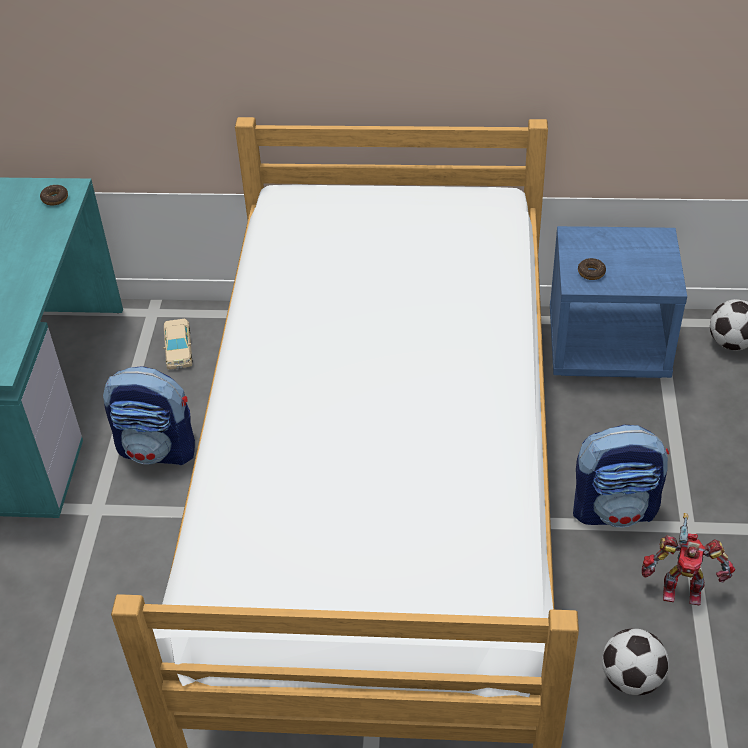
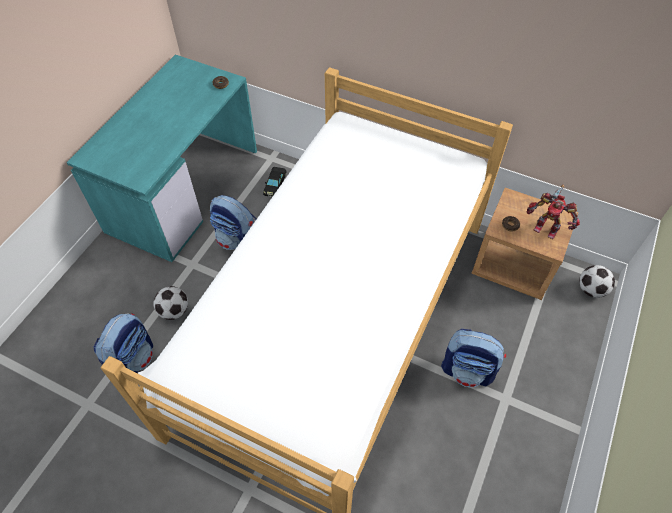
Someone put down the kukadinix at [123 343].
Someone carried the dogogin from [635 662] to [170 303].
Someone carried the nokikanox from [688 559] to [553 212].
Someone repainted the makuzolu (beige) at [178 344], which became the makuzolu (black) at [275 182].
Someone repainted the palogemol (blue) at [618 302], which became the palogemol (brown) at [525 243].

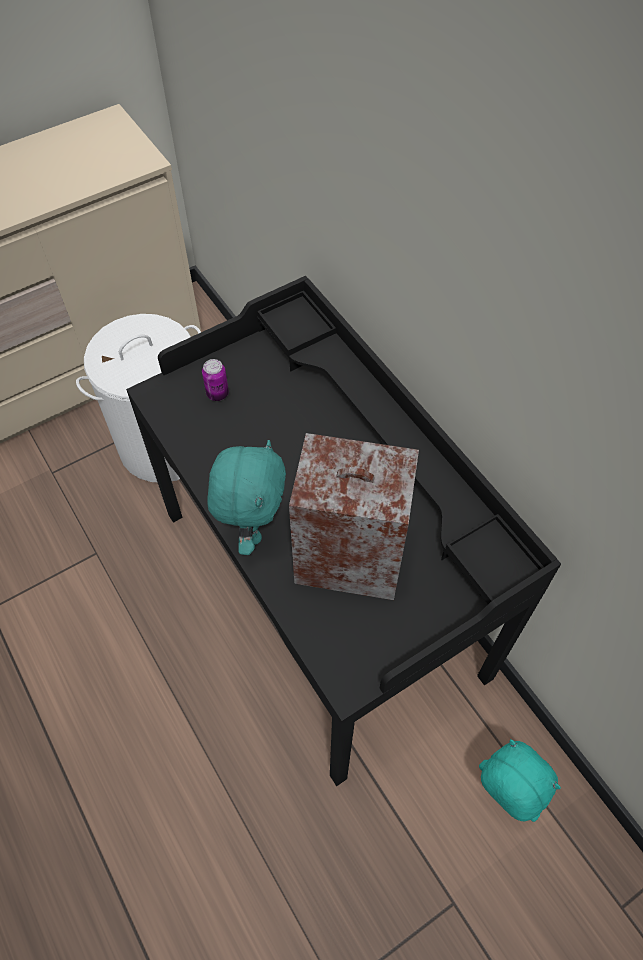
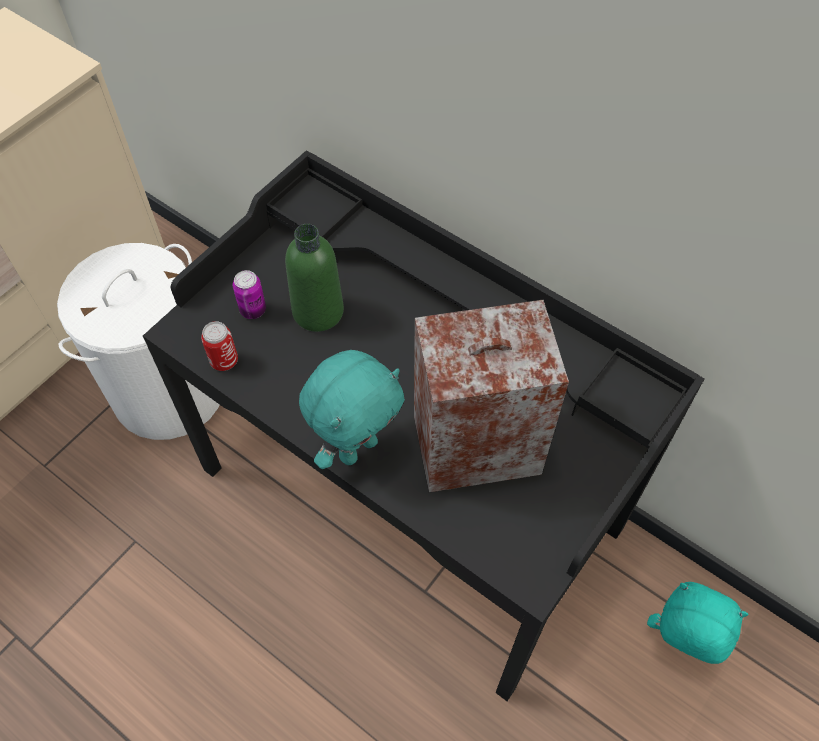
Someone put down the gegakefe at [219 346].
Someone put down the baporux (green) at [314 278].
Someone rotated the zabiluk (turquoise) at [246 497] by 60 degrees clockwise.

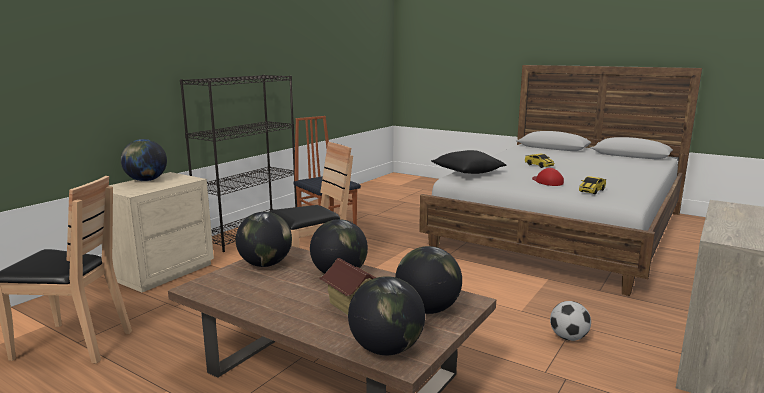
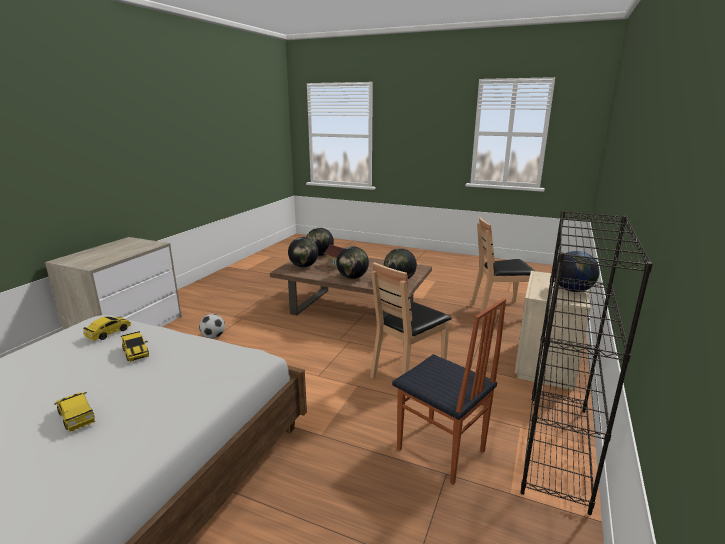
Someone took away the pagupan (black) at [468 162].
Someone swapped the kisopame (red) at [548 177] for the makuzolu at [135 346].

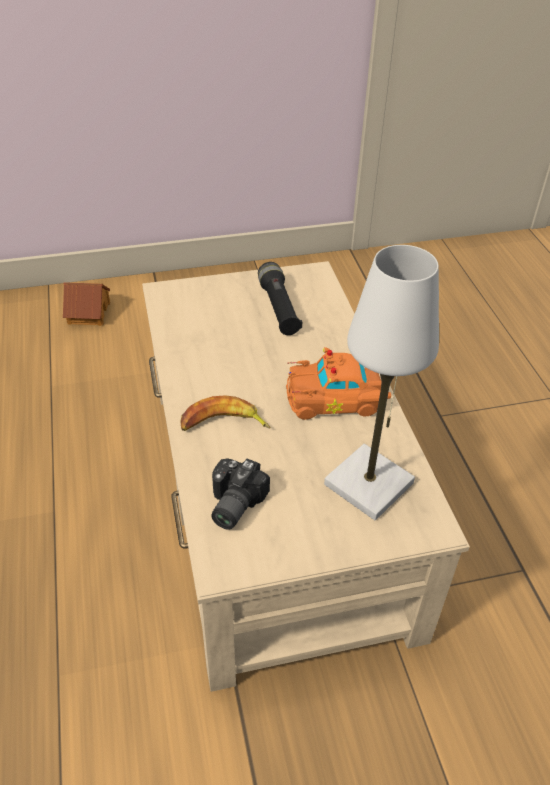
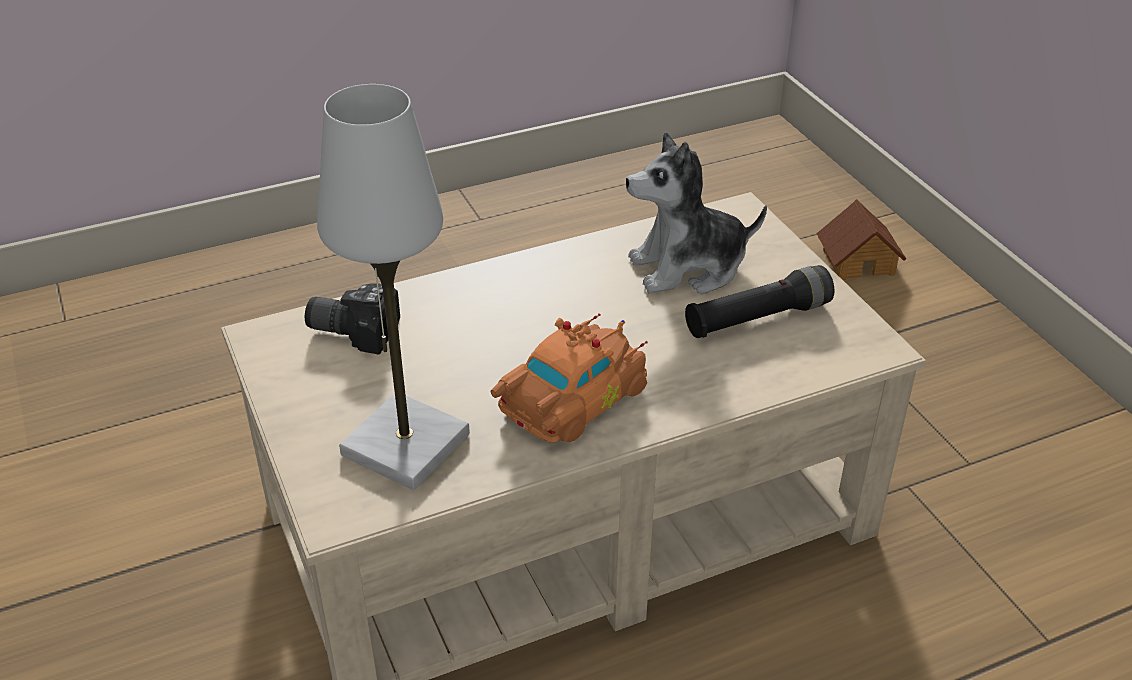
Someone took away the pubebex at [225 413].
Someone put down the zabiluk at [696 213].
Someone rotated the makuzolu (orange) at [338 383] by 60 degrees clockwise.

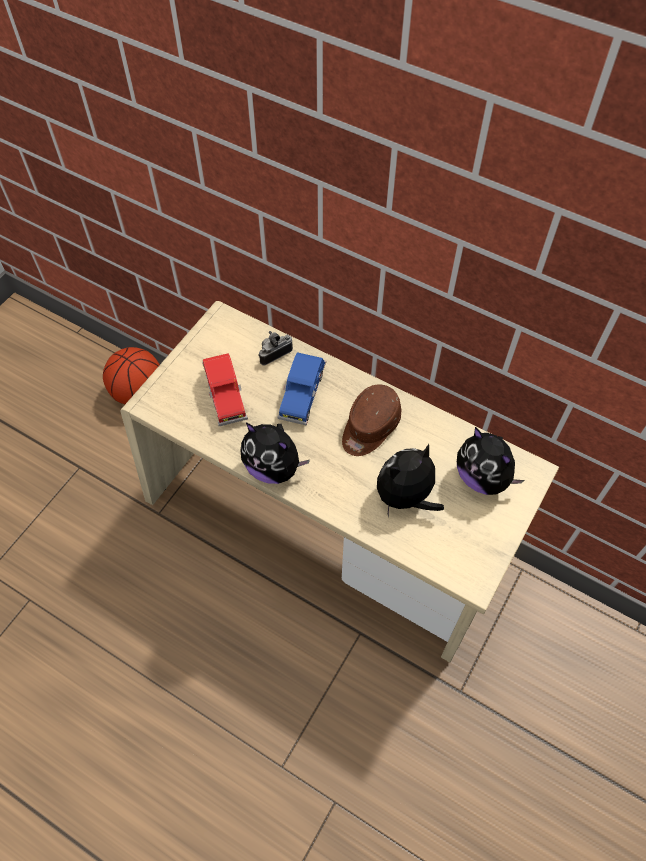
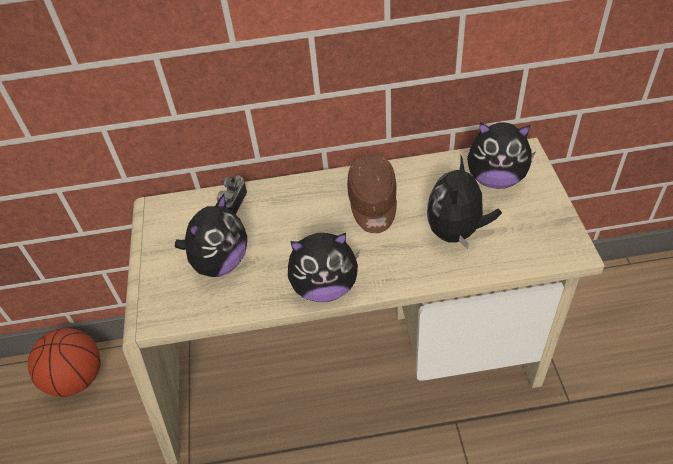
Someone took away the makuzolu (blue) at [302 389].
Someone swapped the makuzolu (red) at [225 389] for the zabiluk at [211 235].

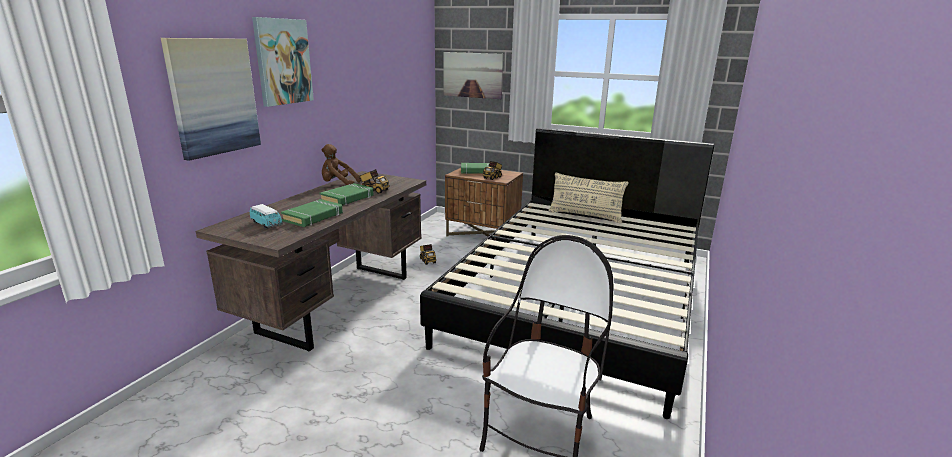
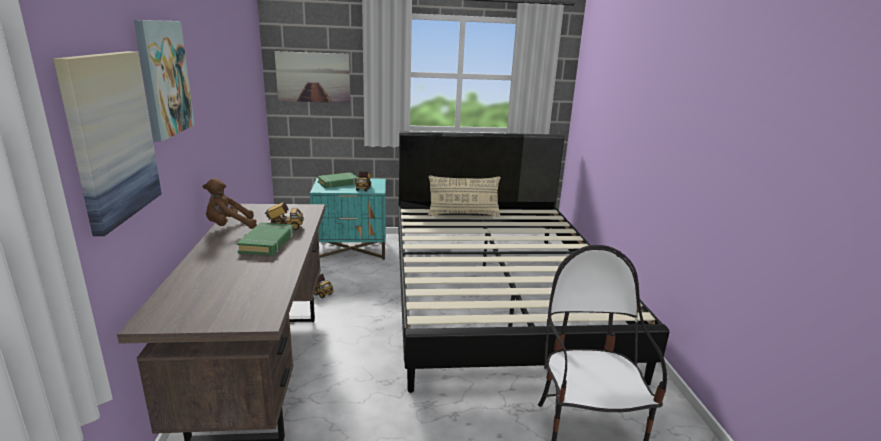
Someone took away the makuzolu at [266 216].
Someone took away the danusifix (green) at [312 213].
Someone repainted the palogemol (brown) at [484 202], which became the palogemol (turquoise) at [348 219].

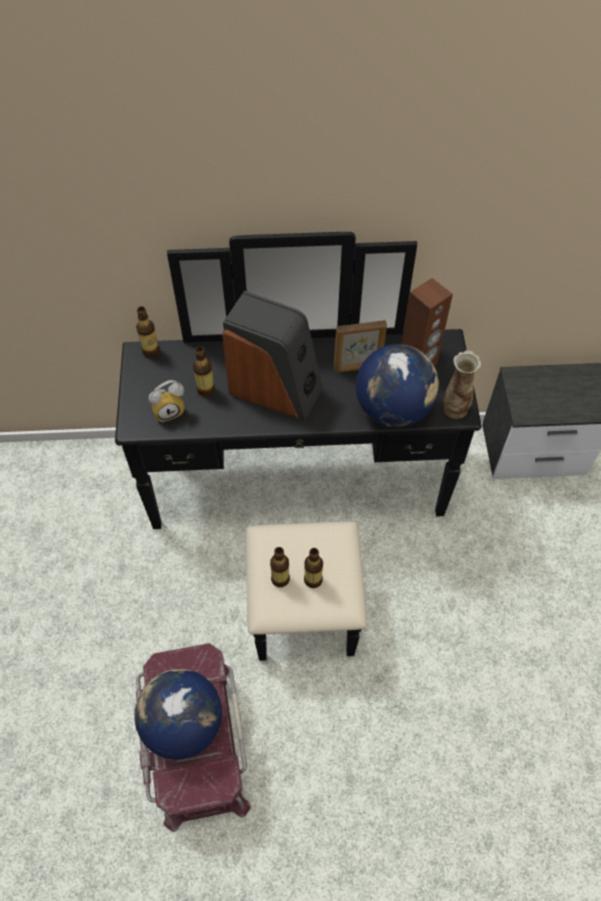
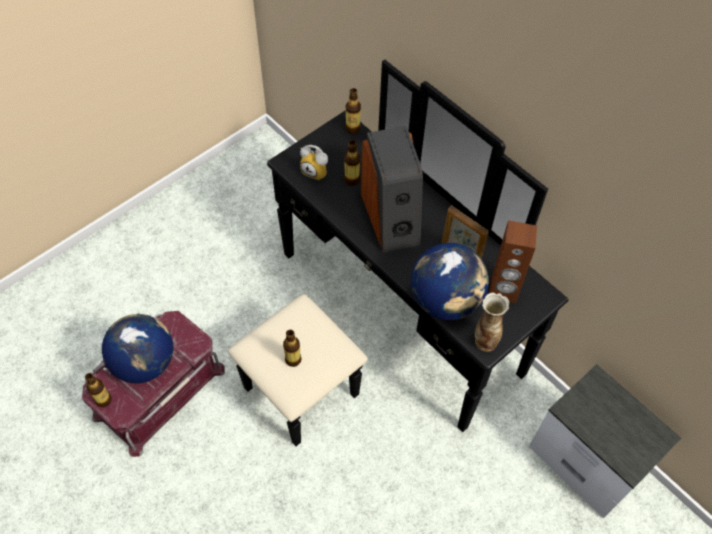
Someone carried the baporux from [280 567] to [98 390].

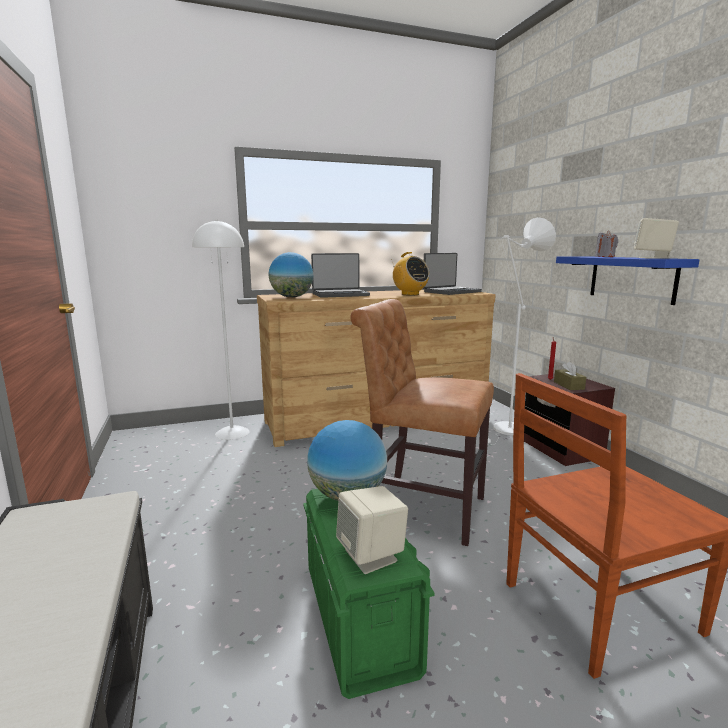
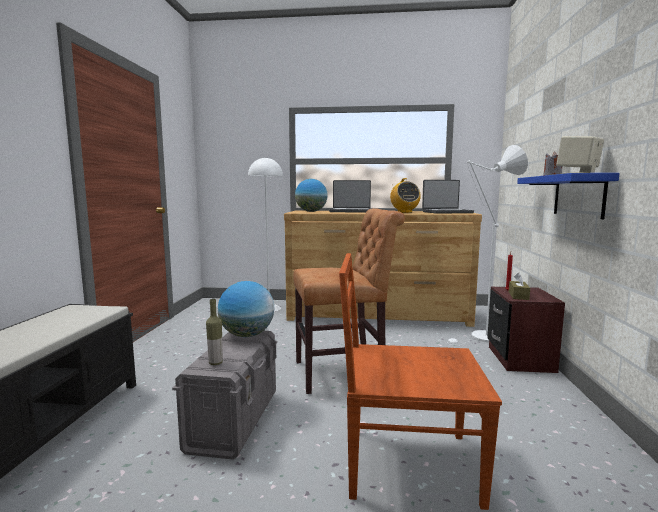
Someone swapped the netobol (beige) at [372 530] for the baporux at [214 332].
Someone repainted the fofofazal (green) at [369 594], which became the fofofazal (grey) at [224 395].
Someone rotated the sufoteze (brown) at [422 422] by 120 degrees clockwise.

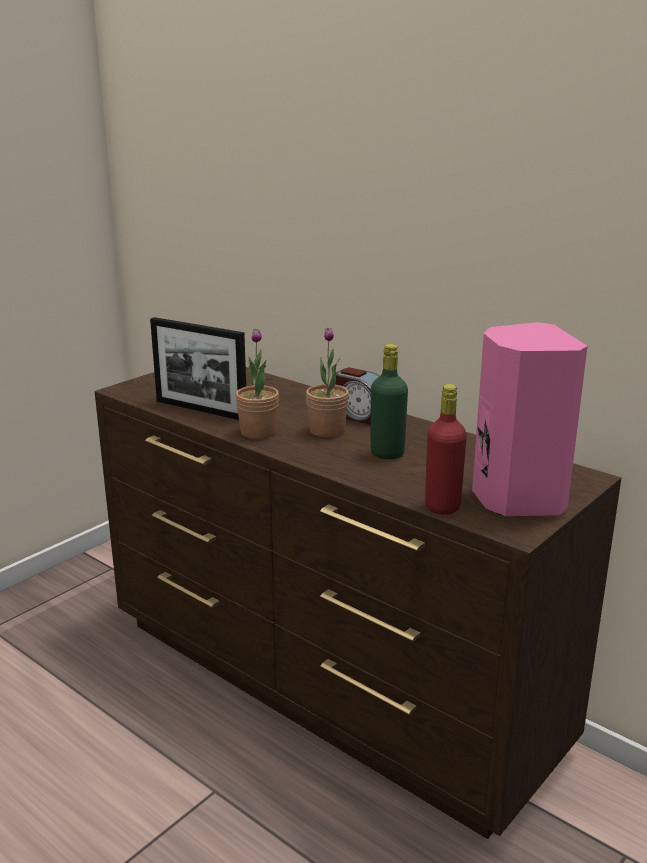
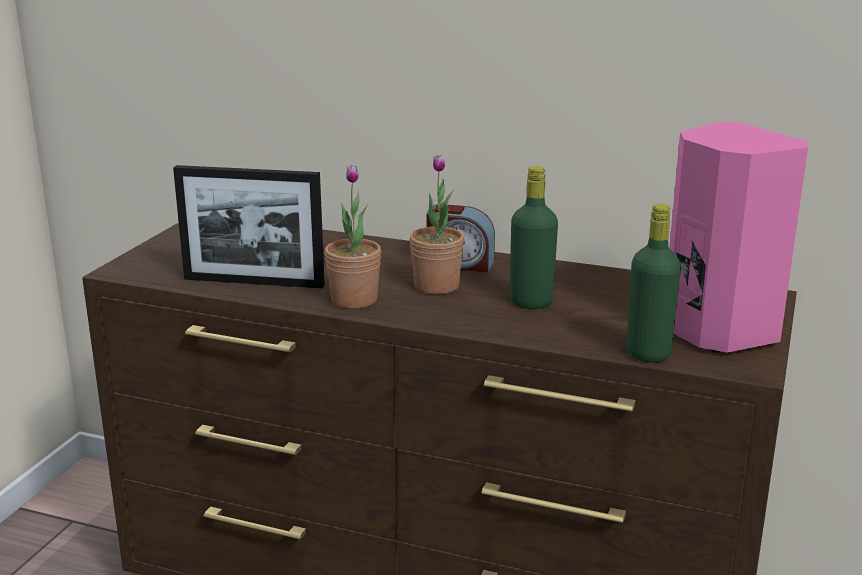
Someone repainted the baporux (red) at [446 449], which became the baporux (green) at [653 283].

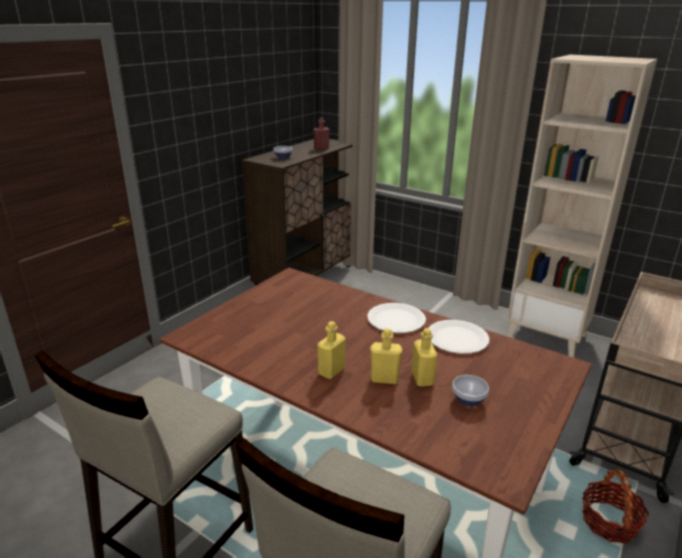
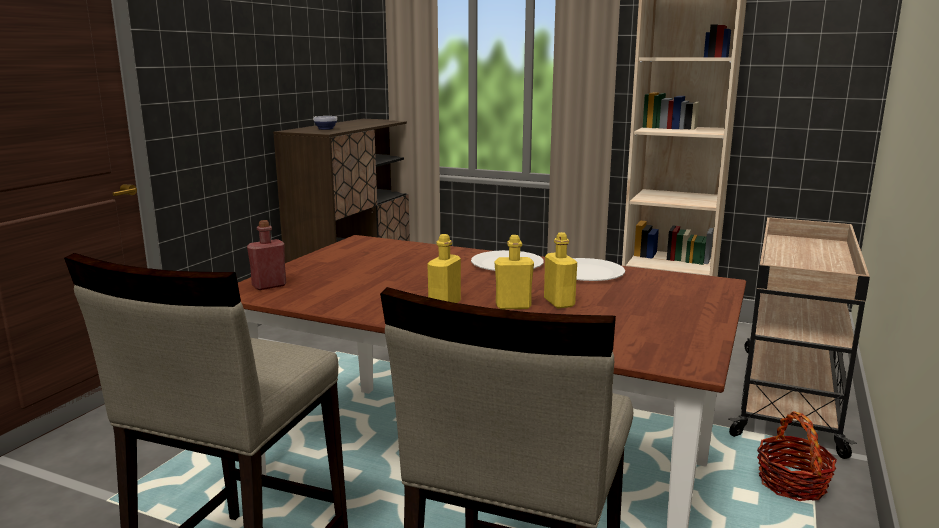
Someone took away the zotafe at [470 391].
Someone carried the baporux (red) from [321 134] to [266 255].

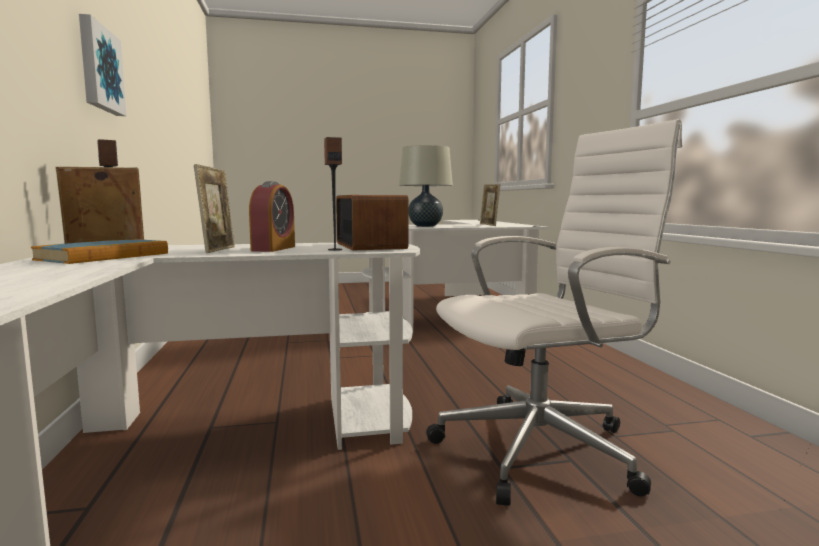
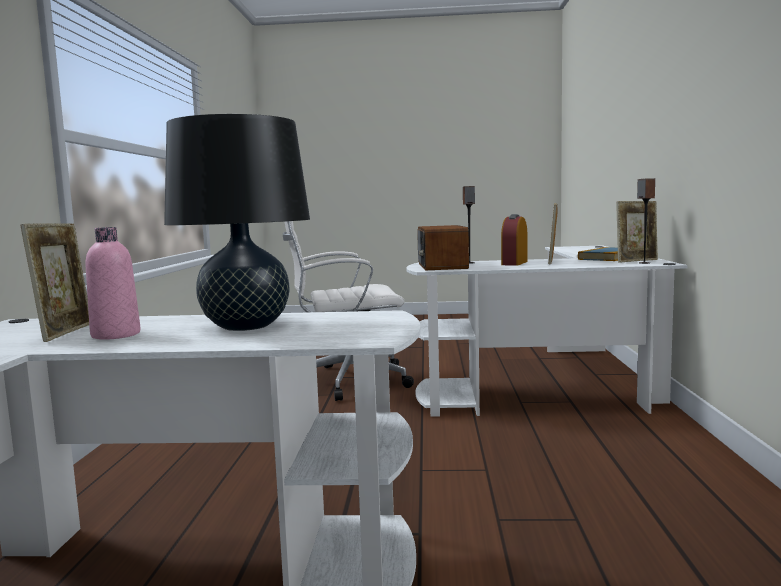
Someone took away the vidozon at [102 65].
Someone put down the baporux (pink) at [113 283].
Someone repainted the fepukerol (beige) at [426 186], which became the fepukerol (black) at [237 222].

